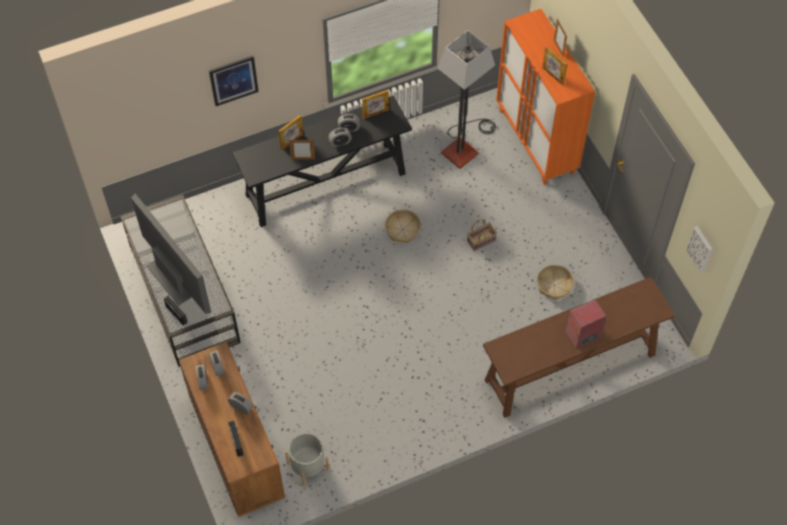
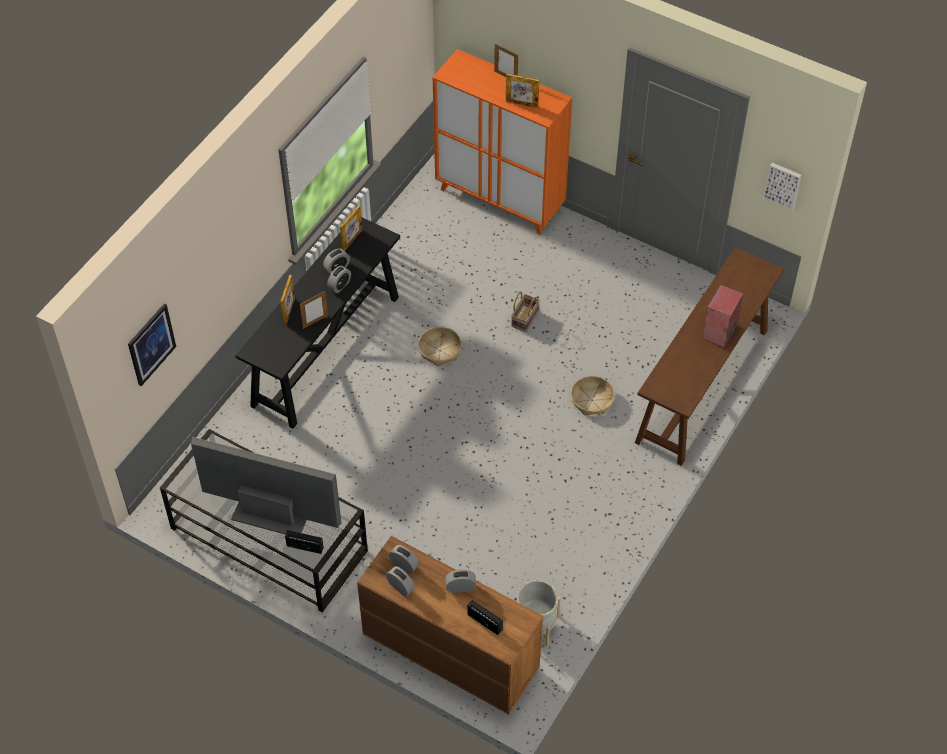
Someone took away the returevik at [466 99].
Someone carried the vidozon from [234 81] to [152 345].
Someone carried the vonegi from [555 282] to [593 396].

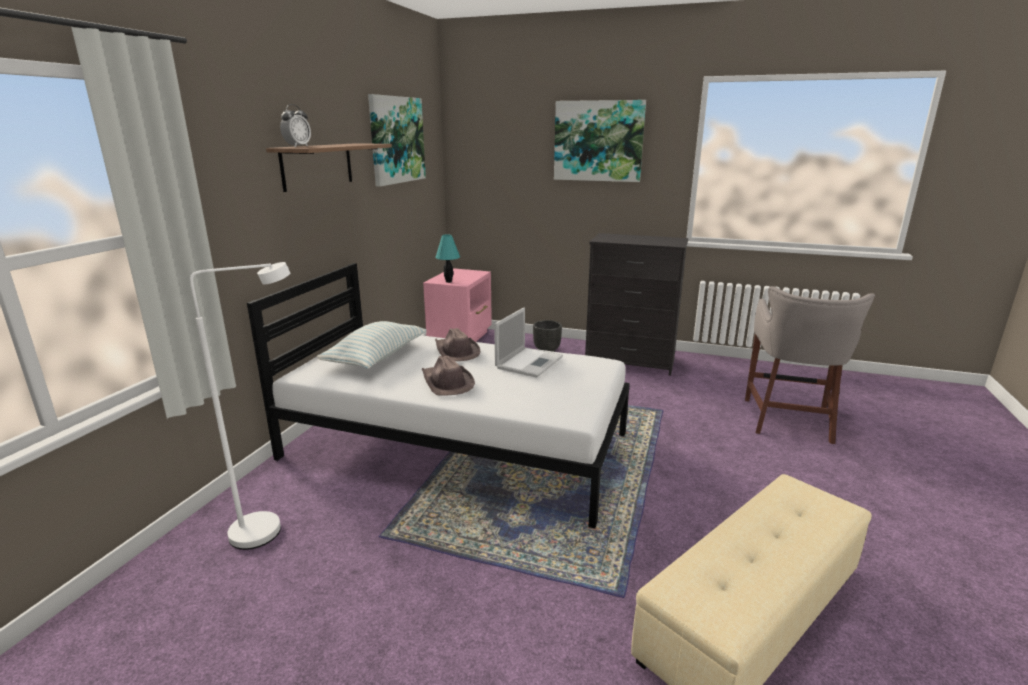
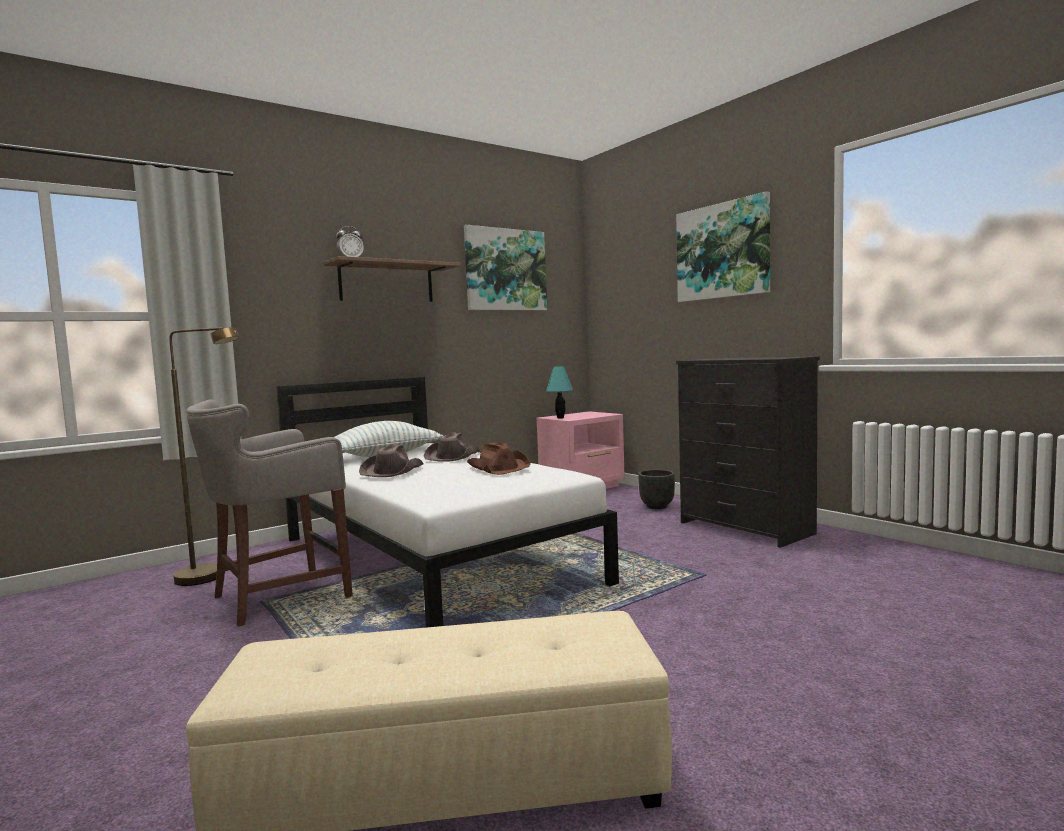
Someone carried the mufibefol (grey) from [810 365] to [269 513].
Someone swapped the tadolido at [528 342] for the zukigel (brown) at [499 458].
Someone repainted the returevik (white) at [240 406], which became the returevik (brown) at [204 456].

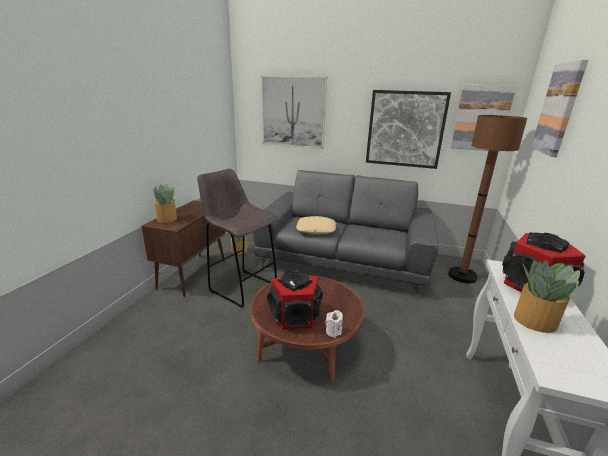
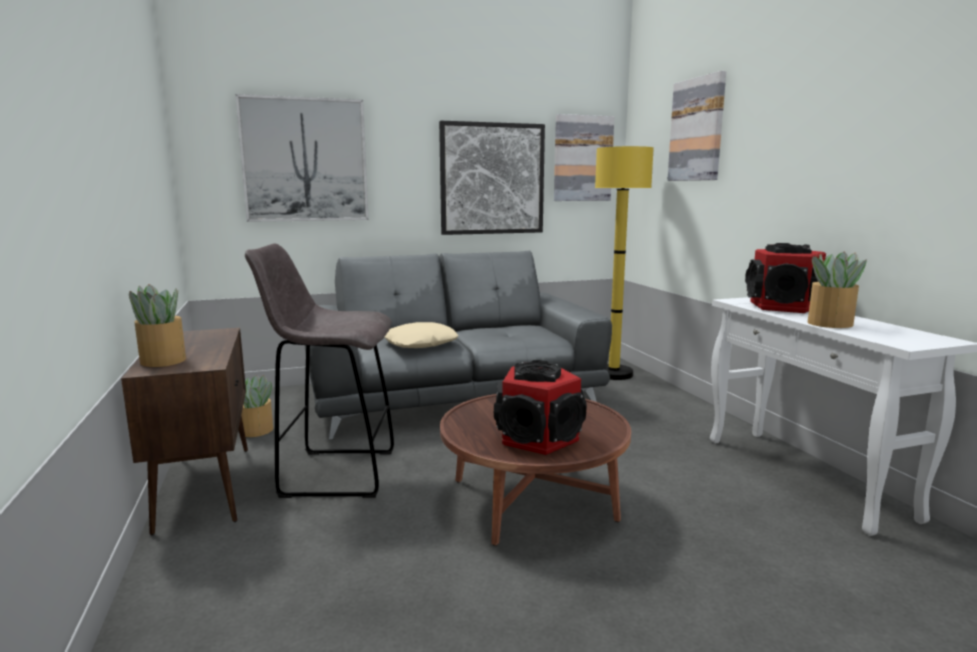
Someone took away the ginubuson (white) at [334 324].
Someone repainted the returevik (brown) at [487 199], which became the returevik (yellow) at [624 263].

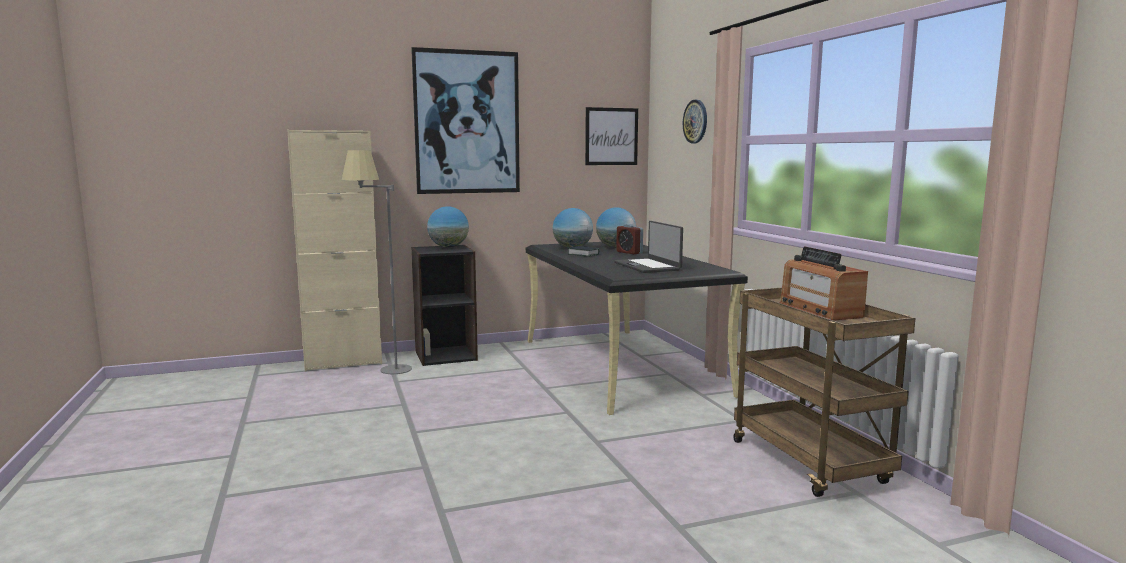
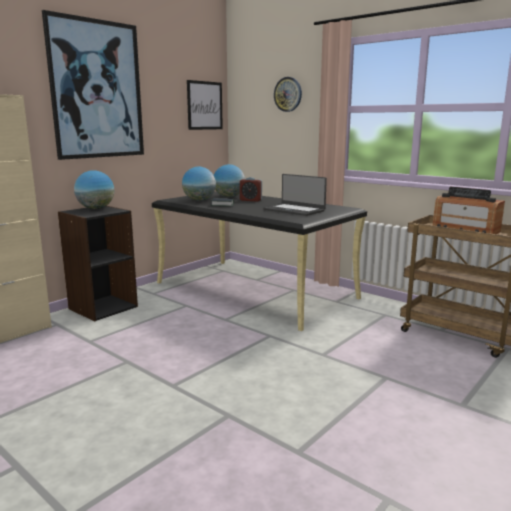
Someone took away the returevik (grey) at [377 262].

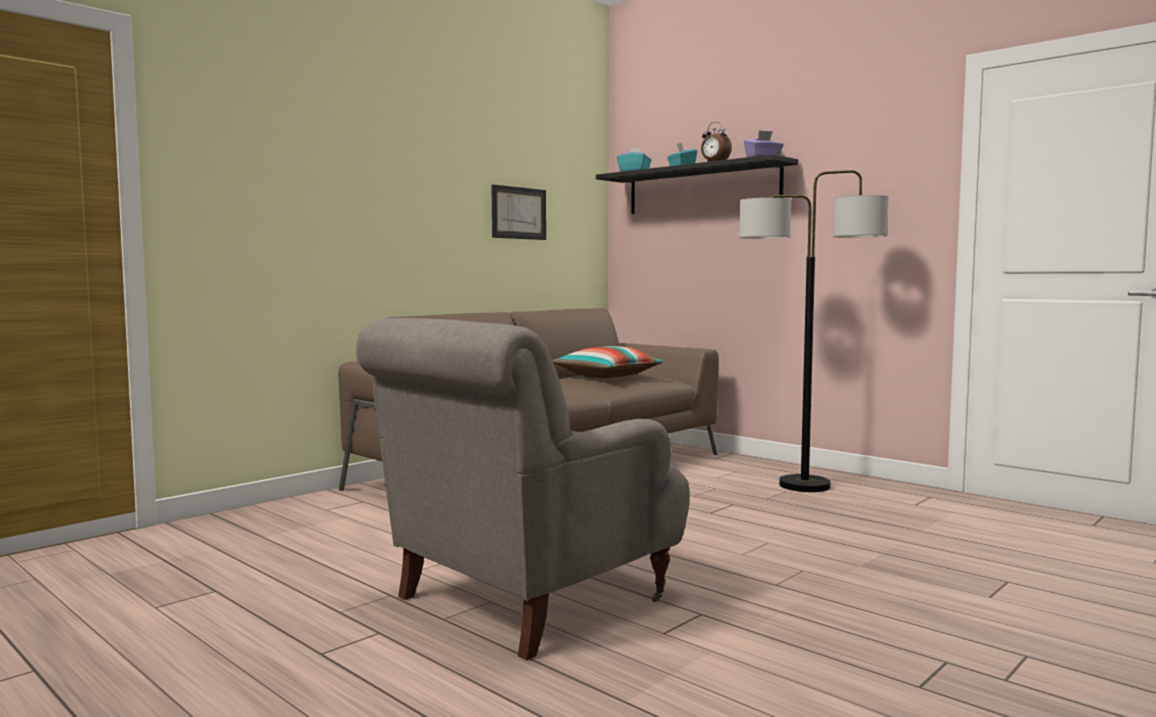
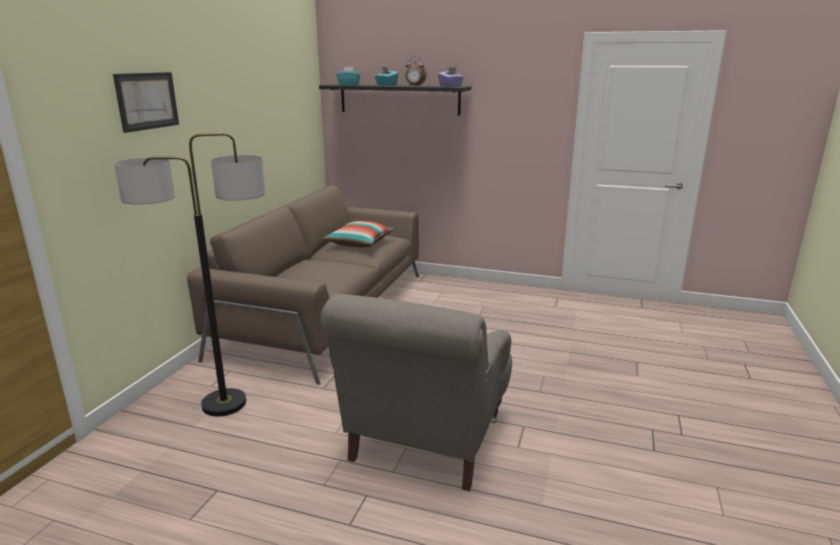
Someone carried the vidozon from [518 212] to [146 102].
Someone carried the returevik from [814 331] to [189 274].

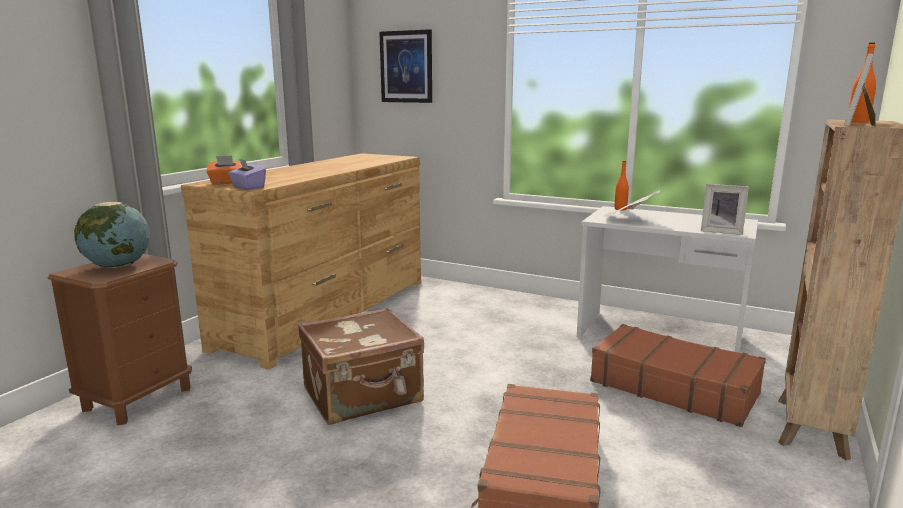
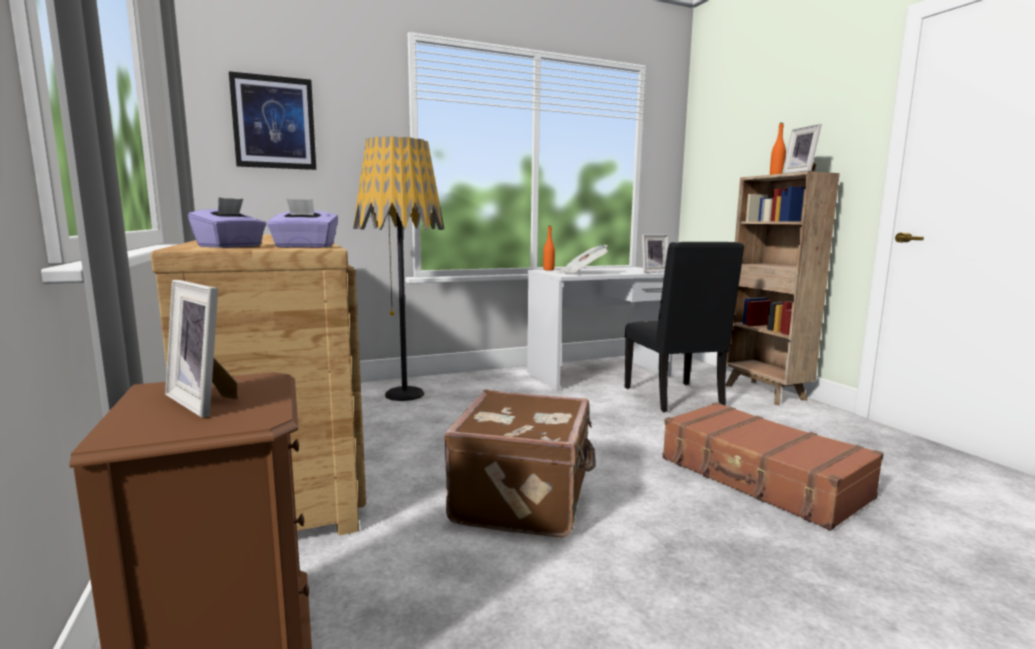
Someone put down the returevik at [399 268].
Someone swapped the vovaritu at [112 235] for the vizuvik at [201 349].
Someone swapped the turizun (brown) at [678 375] for the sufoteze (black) at [684 327].
Someone repainted the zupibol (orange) at [224 170], which became the zupibol (purple) at [227 222].

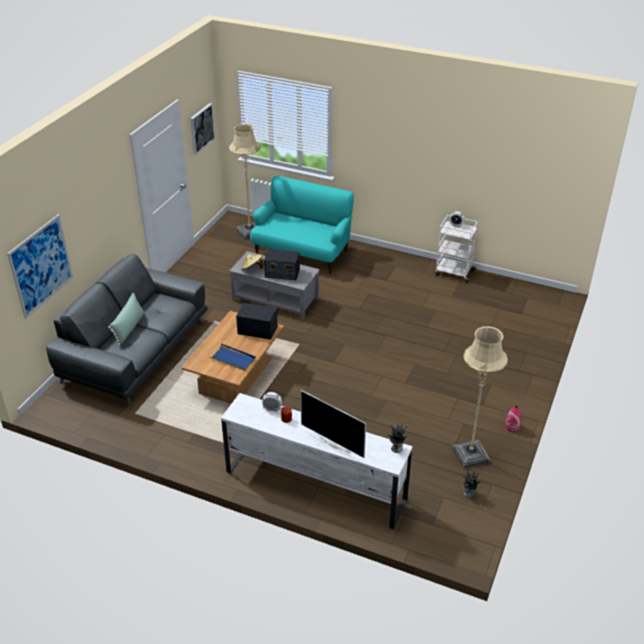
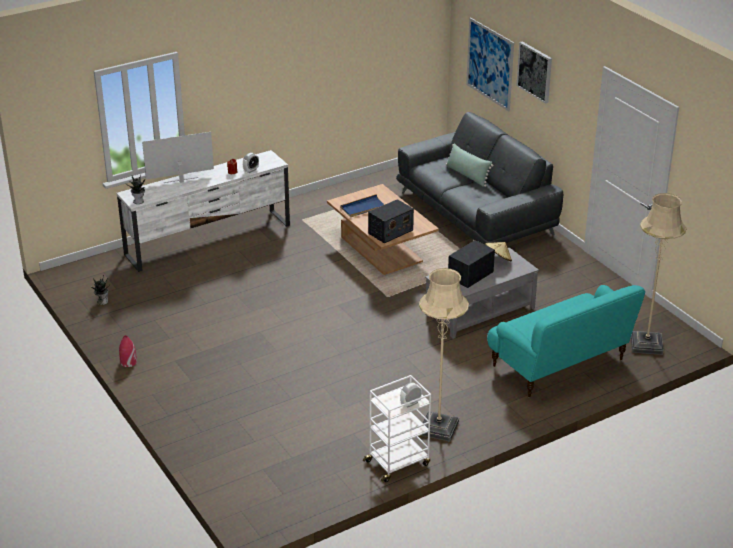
Someone carried the vidozon from [202 128] to [534 72].
Someone carried the returevik (beige) from [480 397] to [444 355].

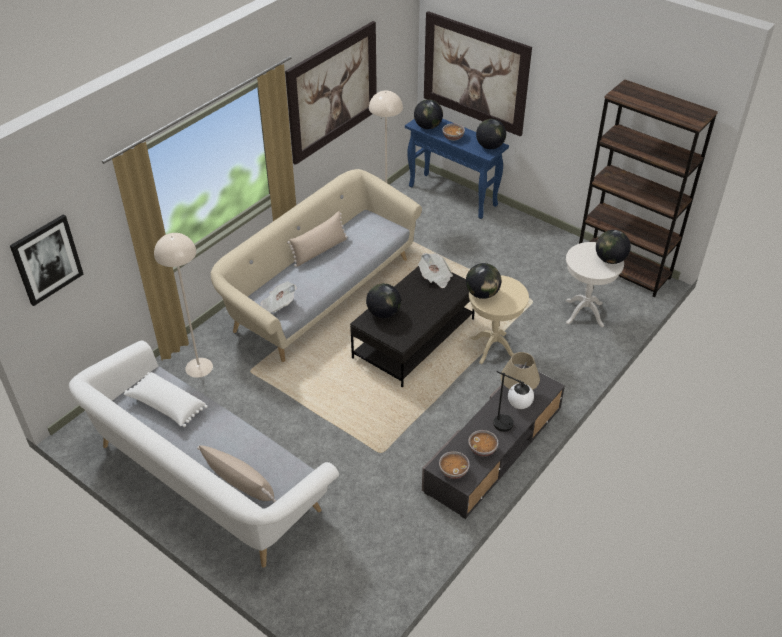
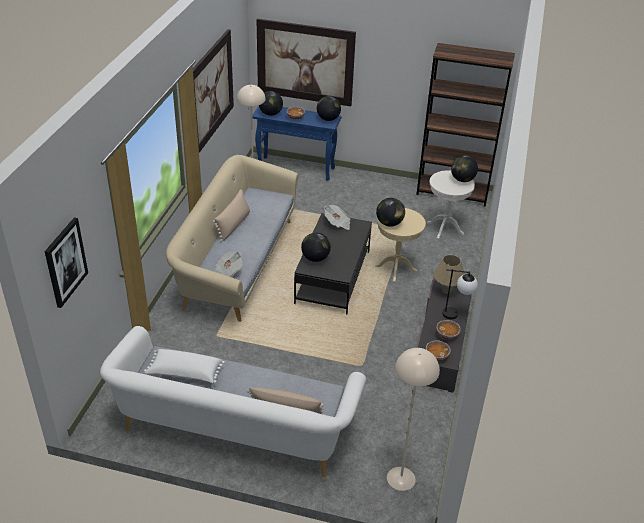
Someone carried the returevik (beige) from [183 305] to [413 419].

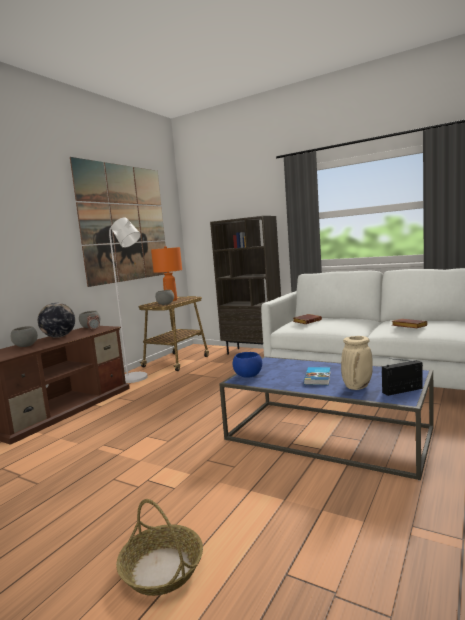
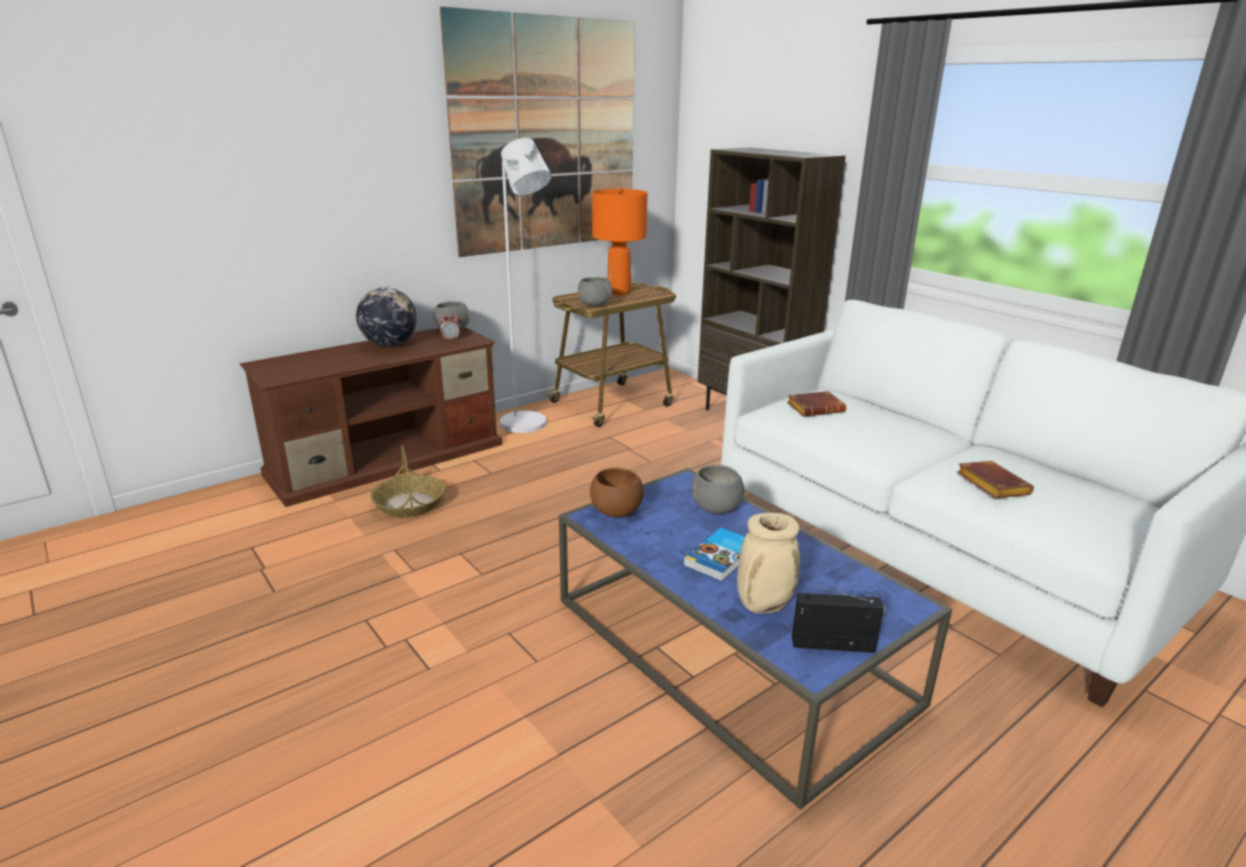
Someone carried the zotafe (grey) from [24 336] to [718 489].
Someone carried the vonegi from [159 547] to [407 481].
Someone repainted the zotafe (blue) at [247 365], which became the zotafe (brown) at [617 492].

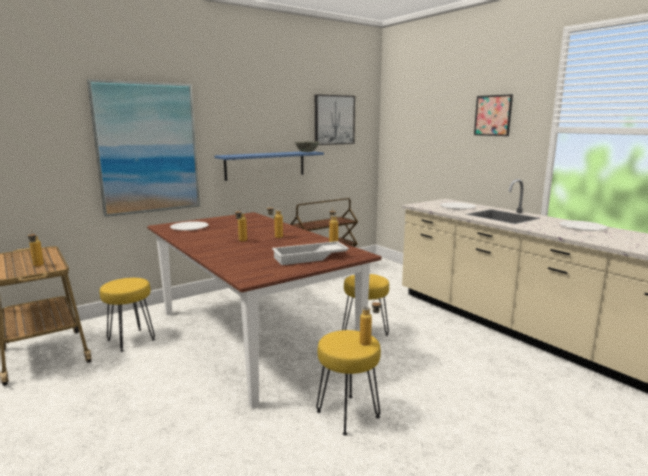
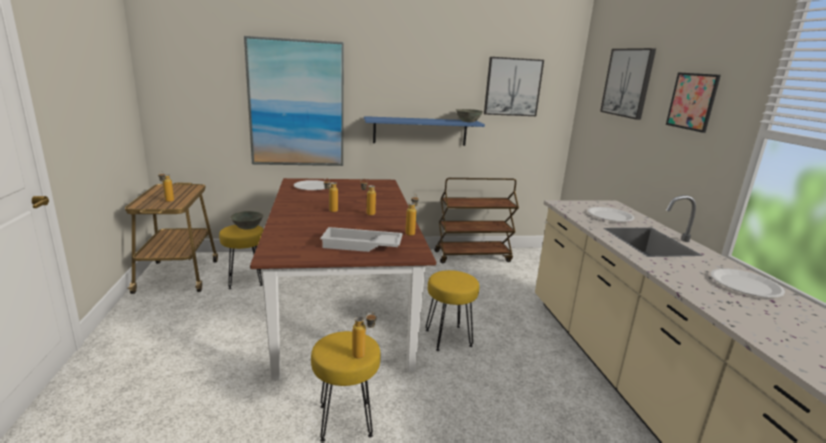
Someone put down the zotafe (grey) at [247 220].
Someone put up the vidozon at [628 84].

